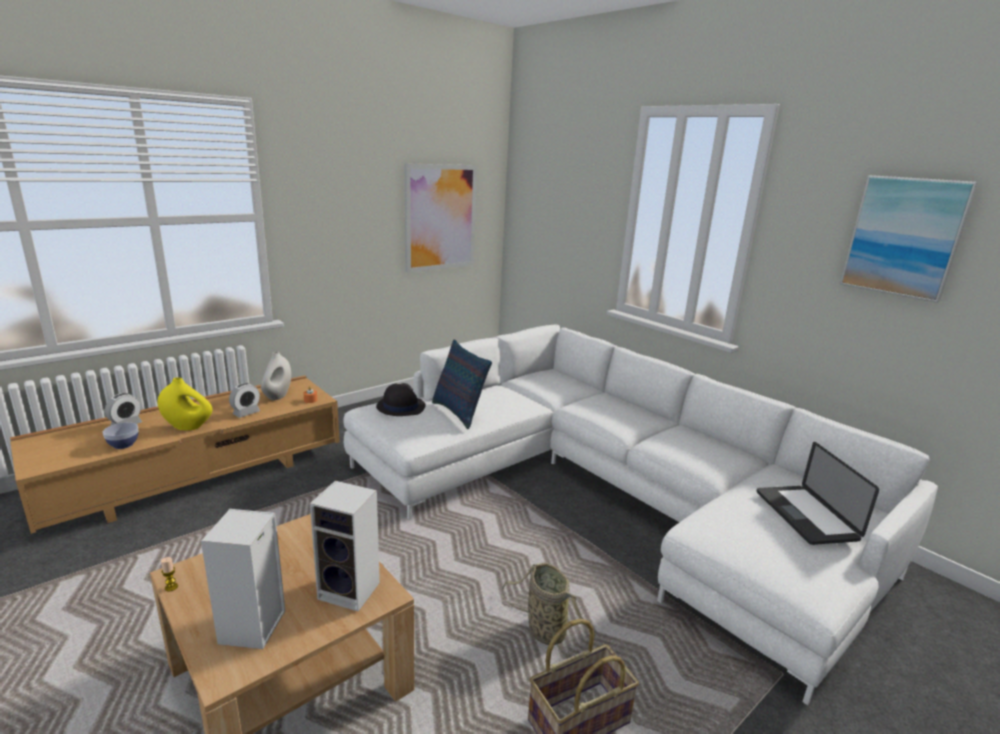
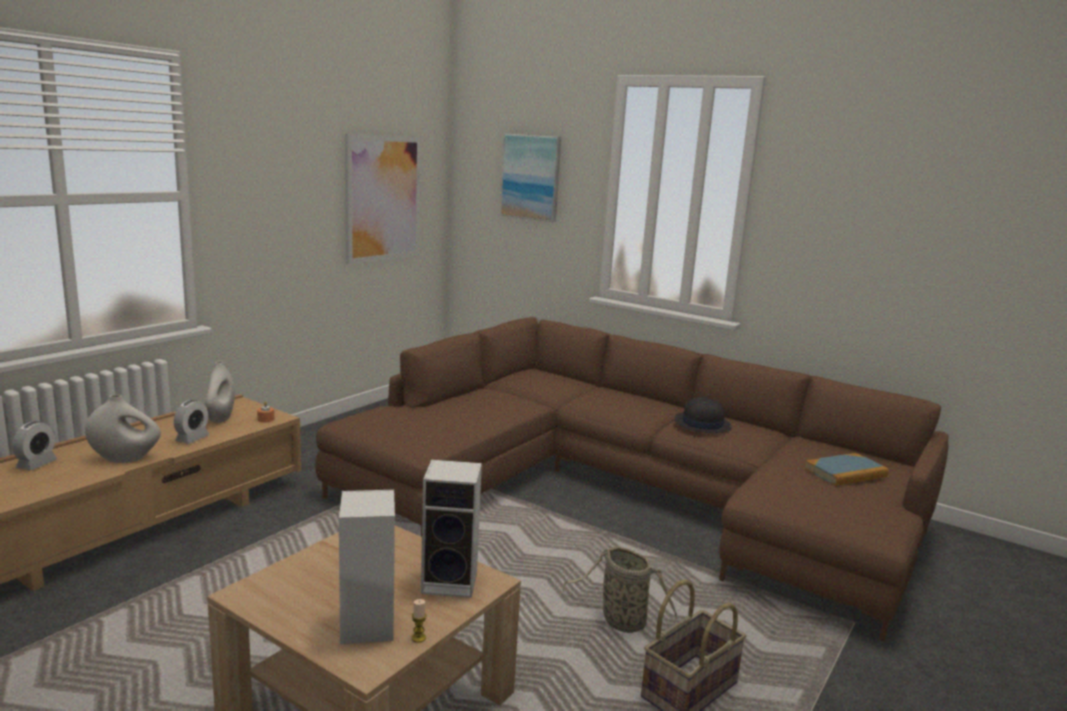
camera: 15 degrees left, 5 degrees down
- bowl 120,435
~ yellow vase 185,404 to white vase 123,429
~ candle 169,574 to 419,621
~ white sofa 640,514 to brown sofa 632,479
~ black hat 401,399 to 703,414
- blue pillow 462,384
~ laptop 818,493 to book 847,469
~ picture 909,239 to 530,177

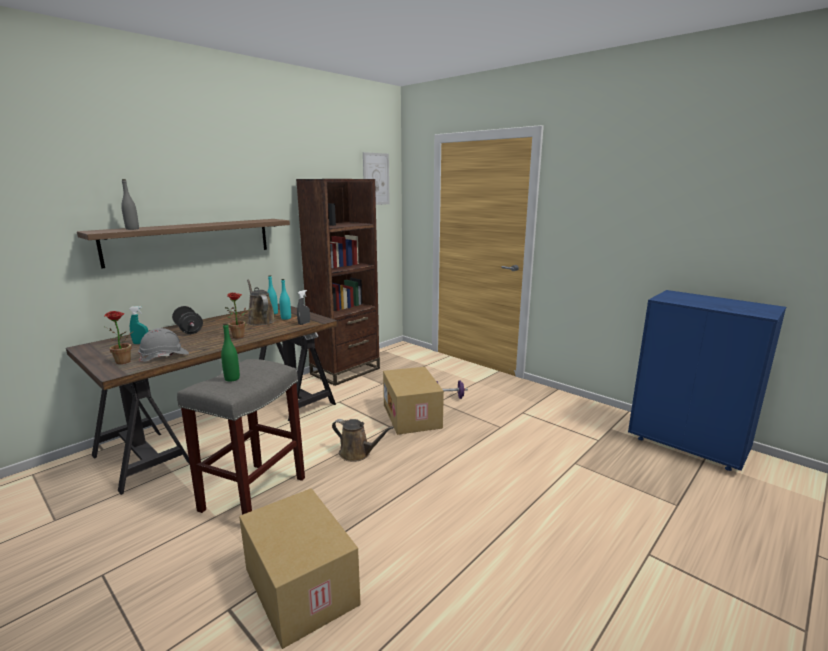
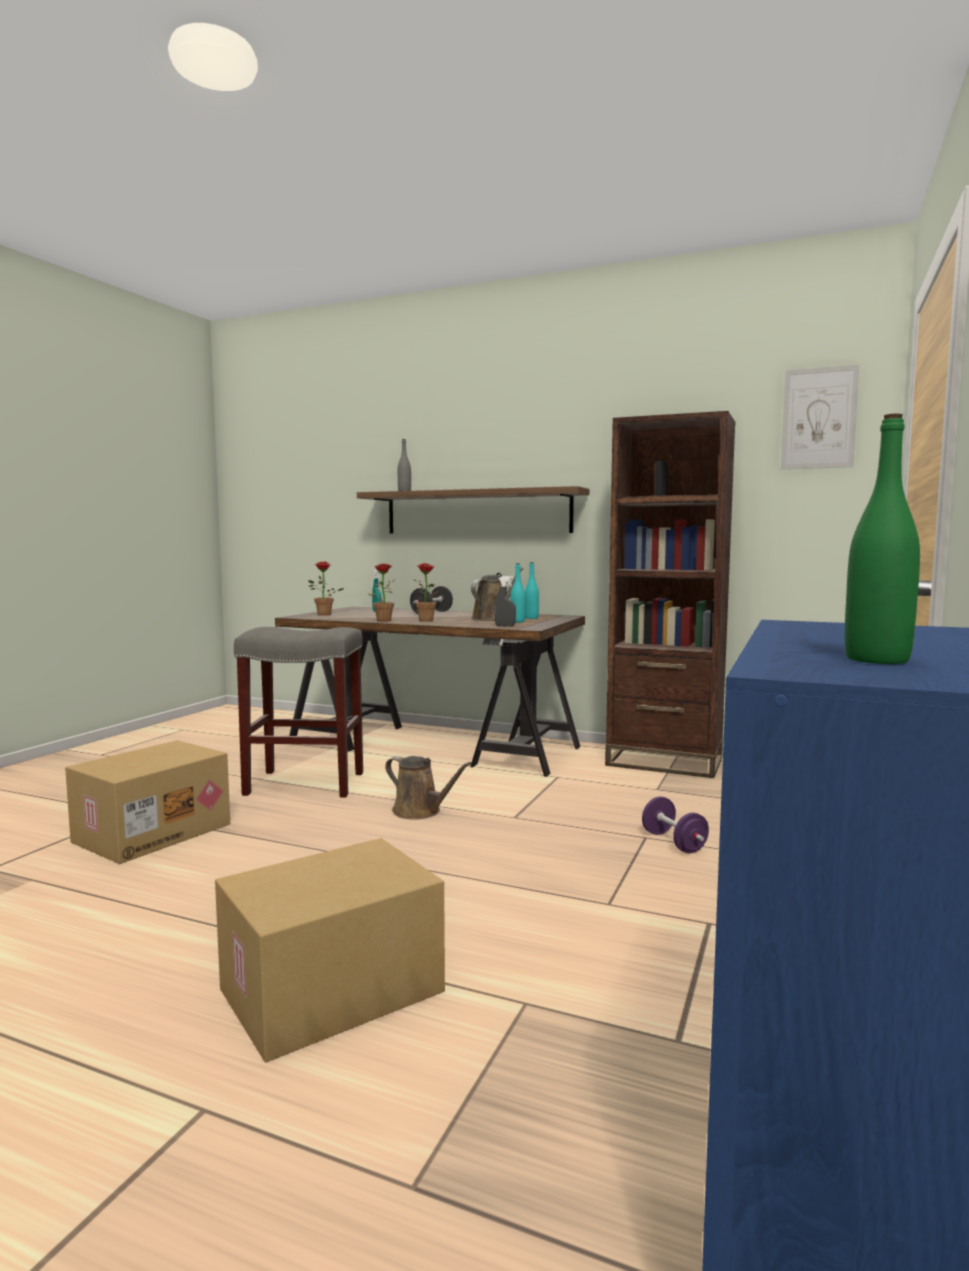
camera: 70 degrees right, 10 degrees down
- grey hard hat 163,345
~ green bottle 230,352 to 882,538
~ brown watering can 363,440 = 428,788 60 degrees counterclockwise
~ cardboard box 413,401 to 330,950
+ potted plant 381,592

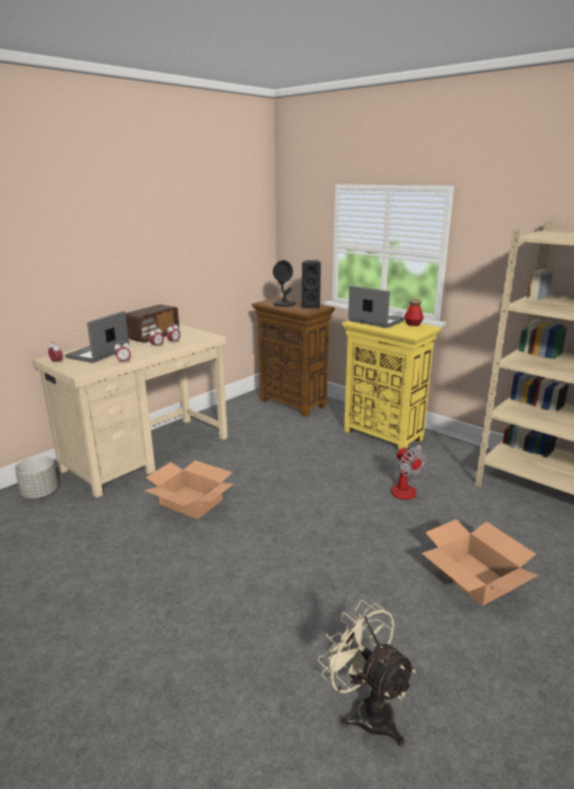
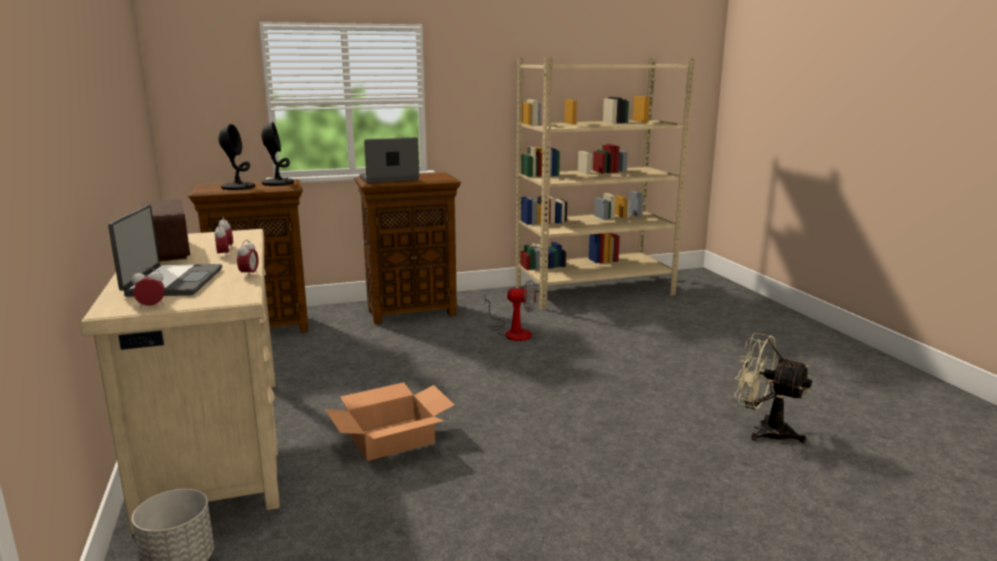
camera: 60 degrees left, 5 degrees down
~ laptop 97,337 = 165,251 150 degrees counterclockwise
~ black speaker 311,284 to black table lamp 277,154
~ beige fan 367,673 = 773,388 45 degrees clockwise
~ yellow cabinet 391,385 to brown cabinet 407,248
- bottle 414,312
- cardboard box 480,562

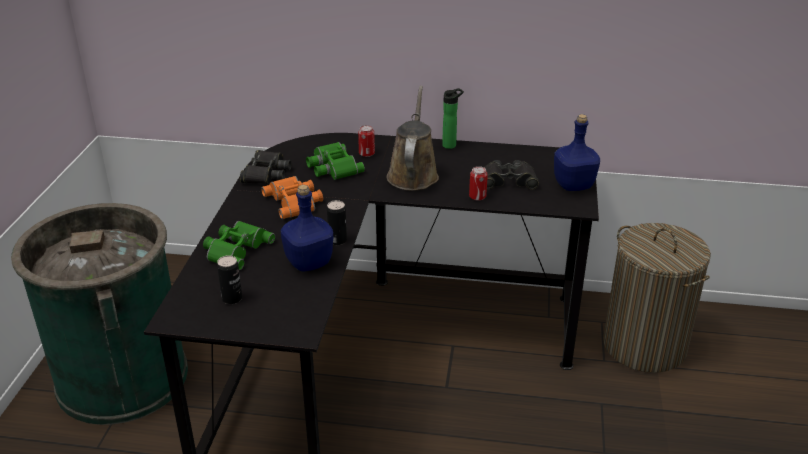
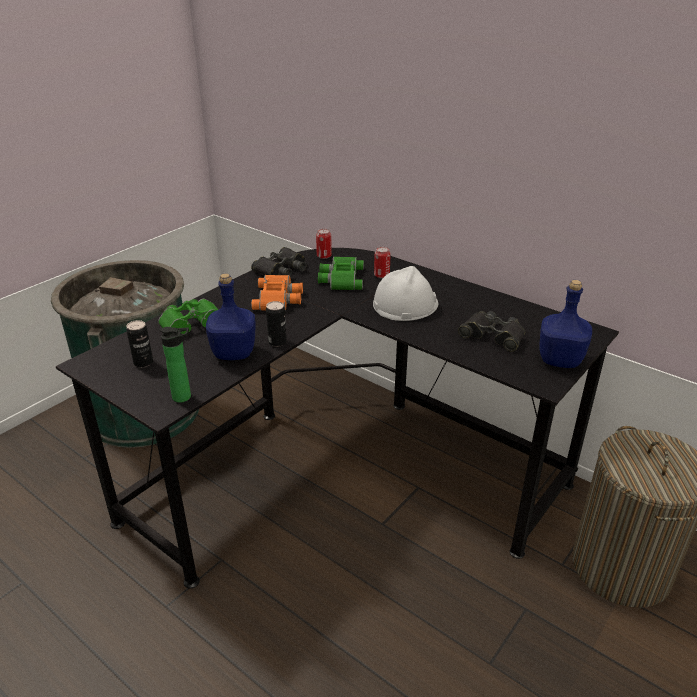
camera: 30 degrees right, 0 degrees up
~ brown watering can 413,138 to white hard hat 405,293
~ bottle 453,118 to 175,365
~ can 478,183 to 324,244

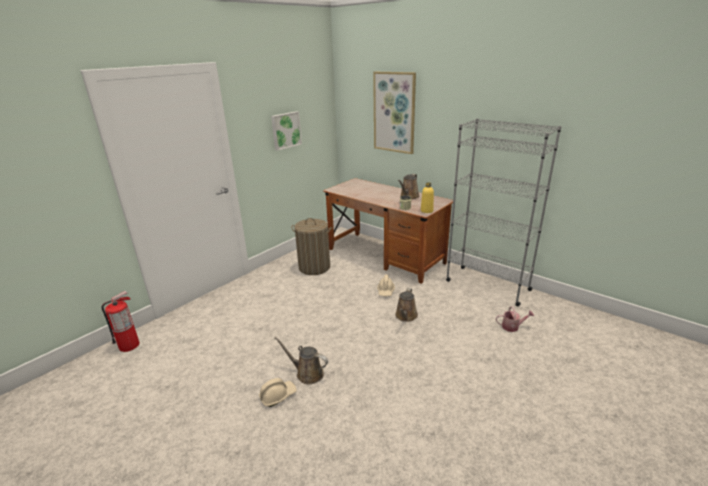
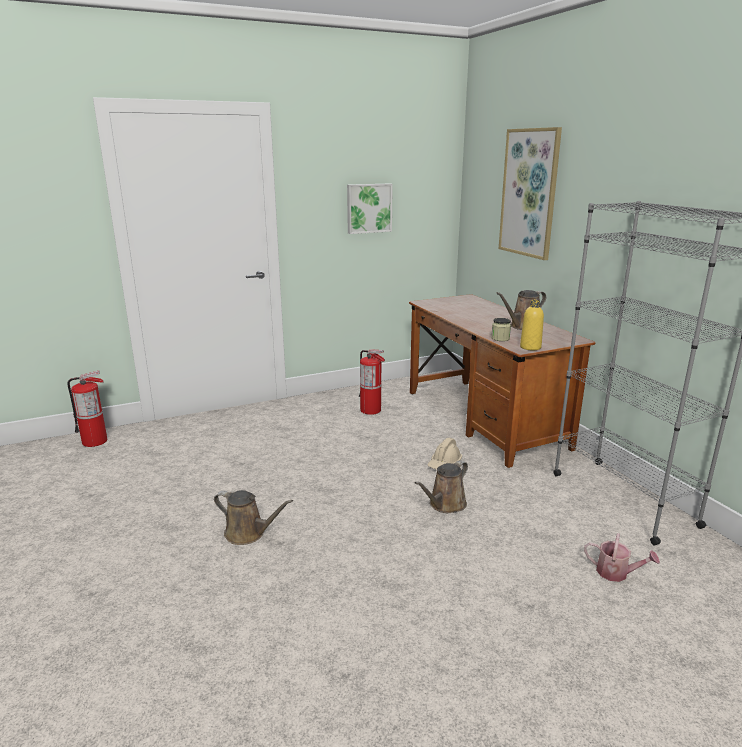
camera: 25 degrees right, 5 degrees down
- beige hard hat 278,392
~ brown watering can 301,360 = 253,517 150 degrees clockwise
~ laundry basket 311,246 to fire extinguisher 372,382

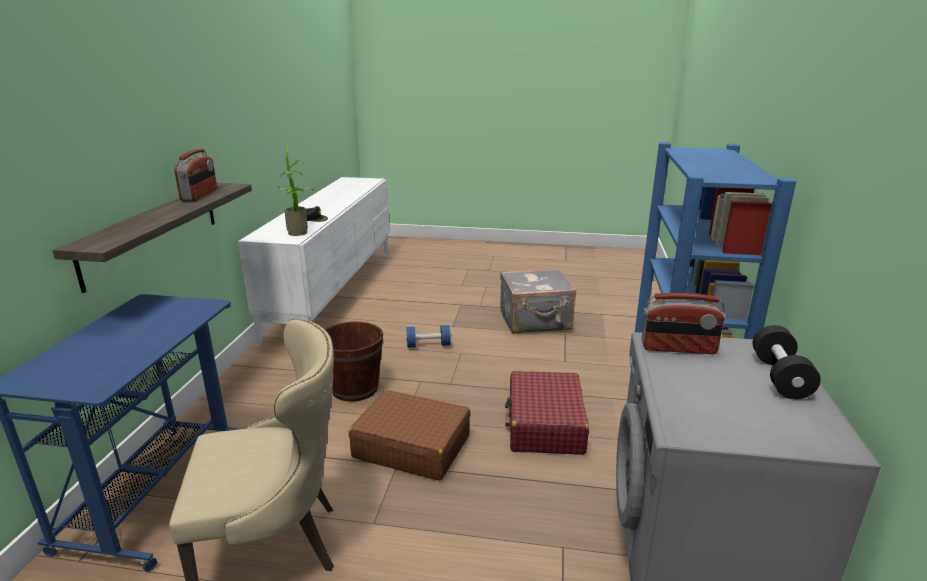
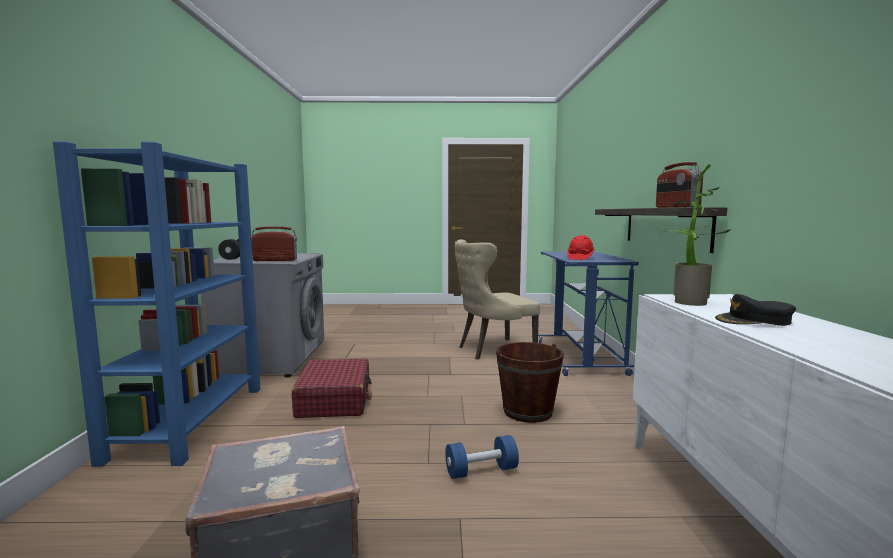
camera: 170 degrees right, 15 degrees down
- brown suitcase 409,435
+ red hard hat 581,247

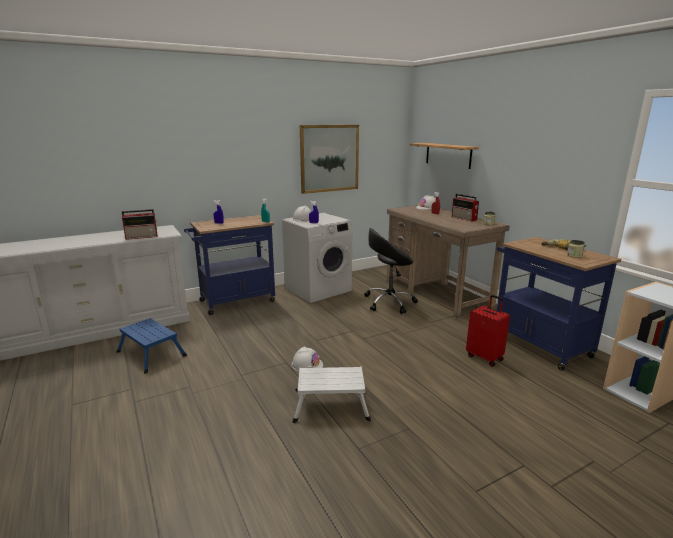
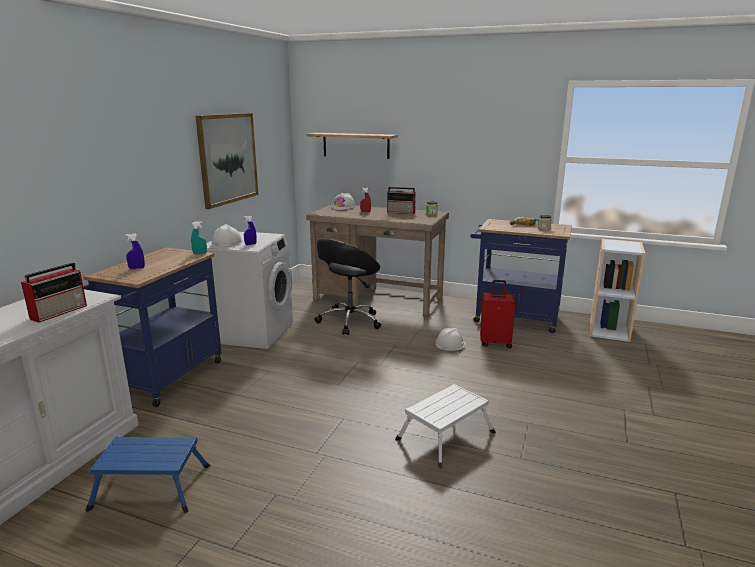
camera: 40 degrees left, 0 degrees up
~ white hard hat 307,359 to 451,339

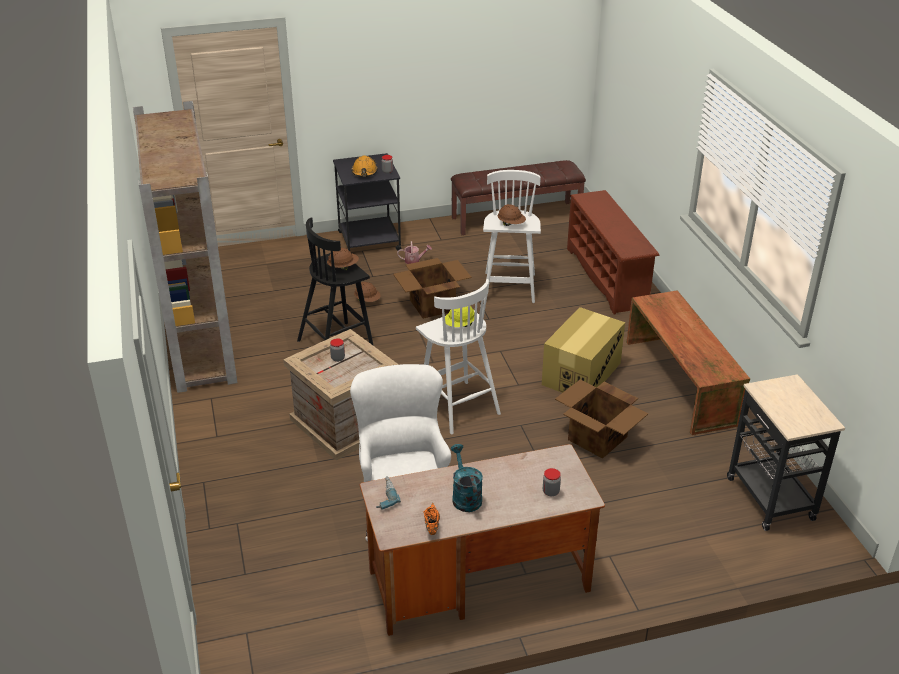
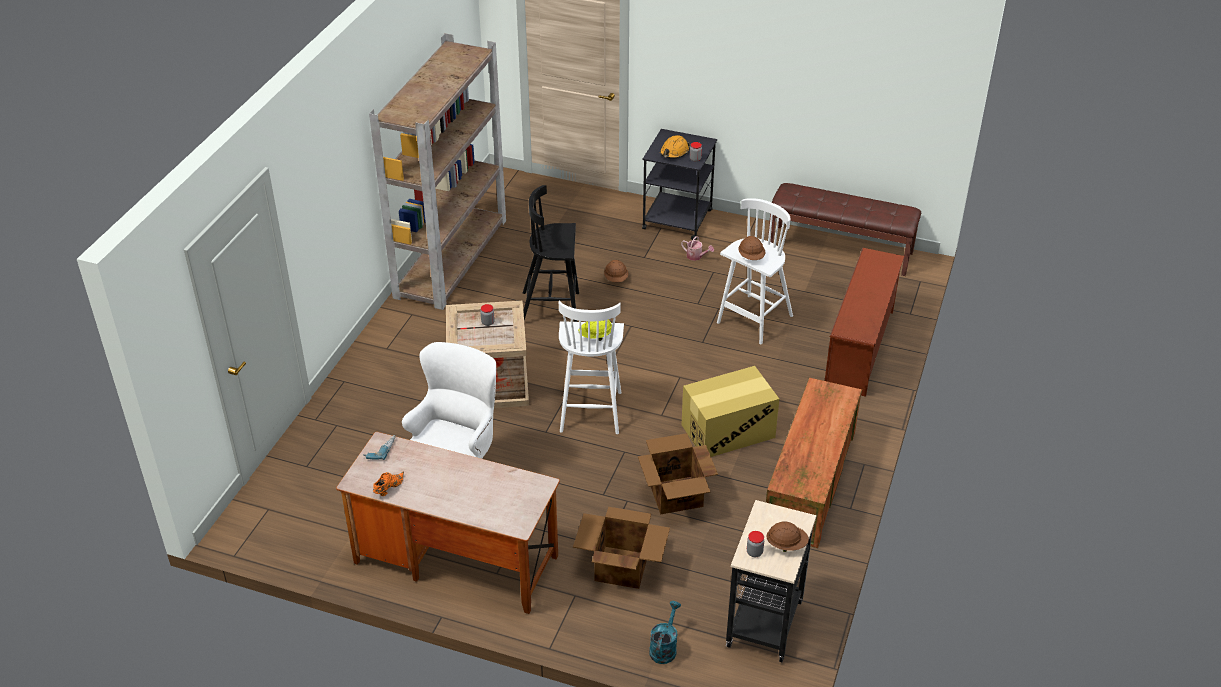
camera: 35 degrees right, 5 degrees up
~ brown hard hat 343,259 to 787,536
~ cardboard box 432,288 to 621,548
~ turquoise watering can 467,478 to 665,632
~ jar 552,482 to 755,544

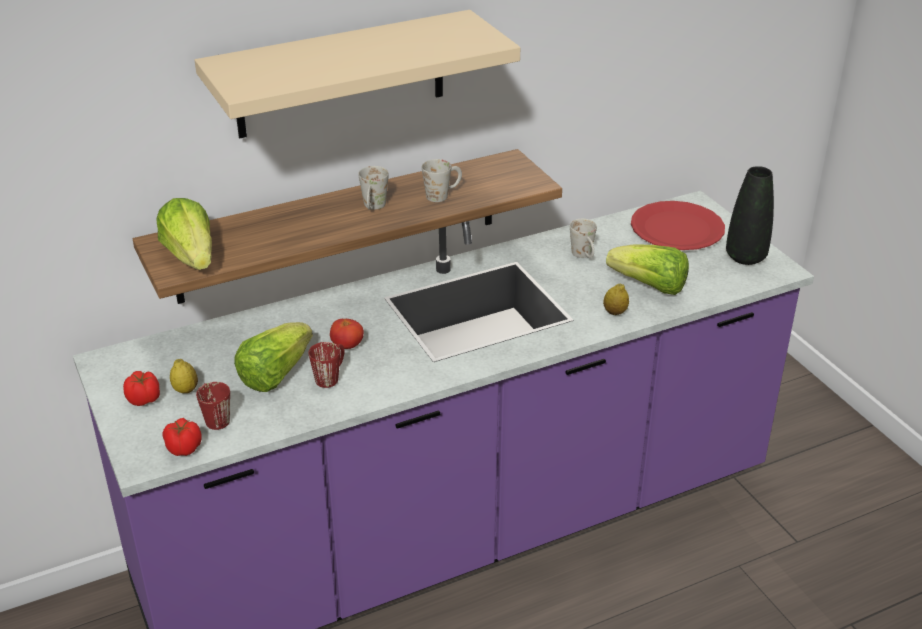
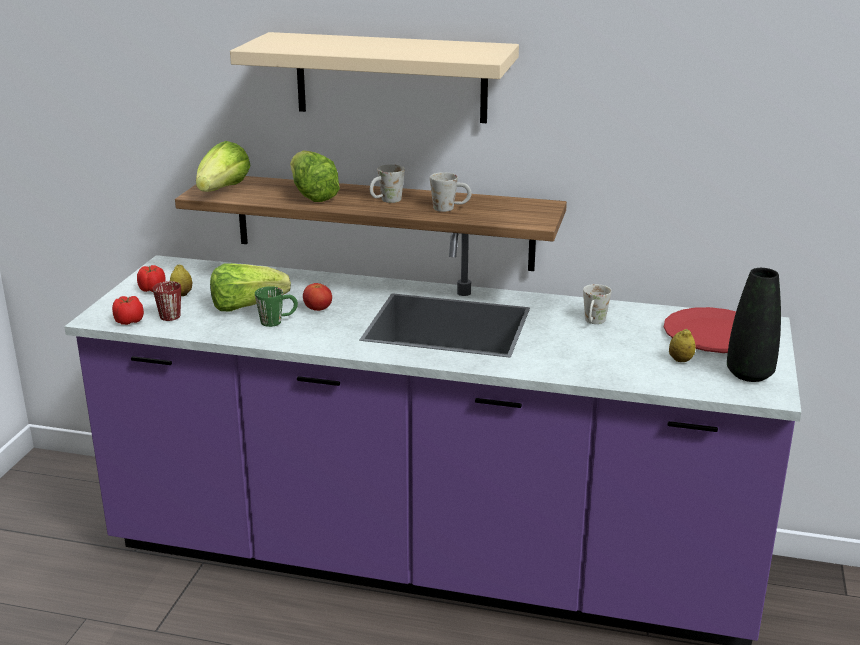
camera: 40 degrees right, 10 degrees down
~ red mug 327,365 to green mug 276,306
~ lemon 616,299 to 682,345
~ lettuce 647,270 to 315,176

